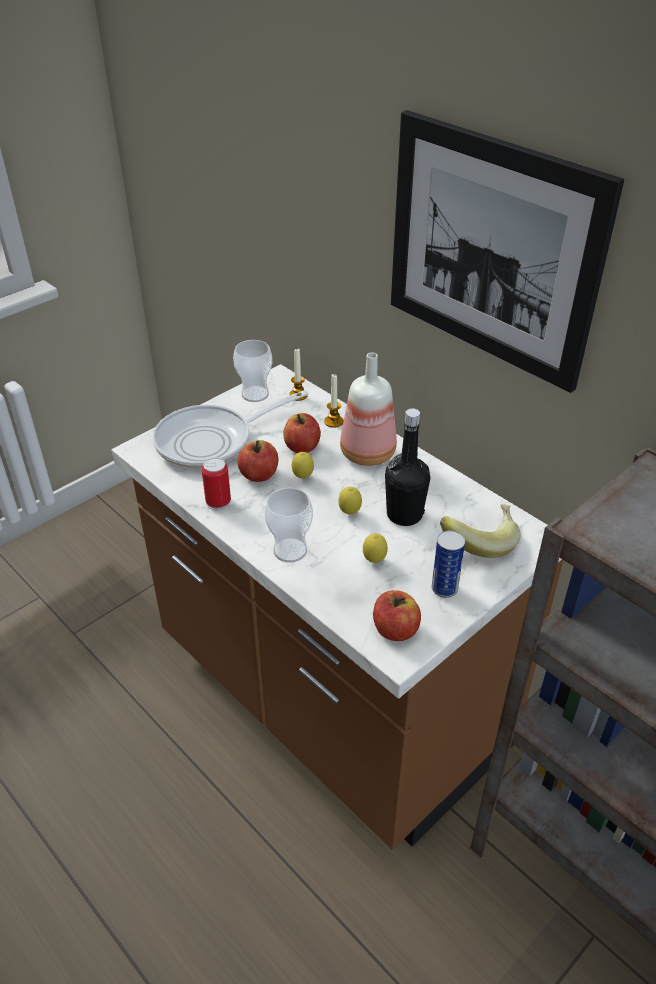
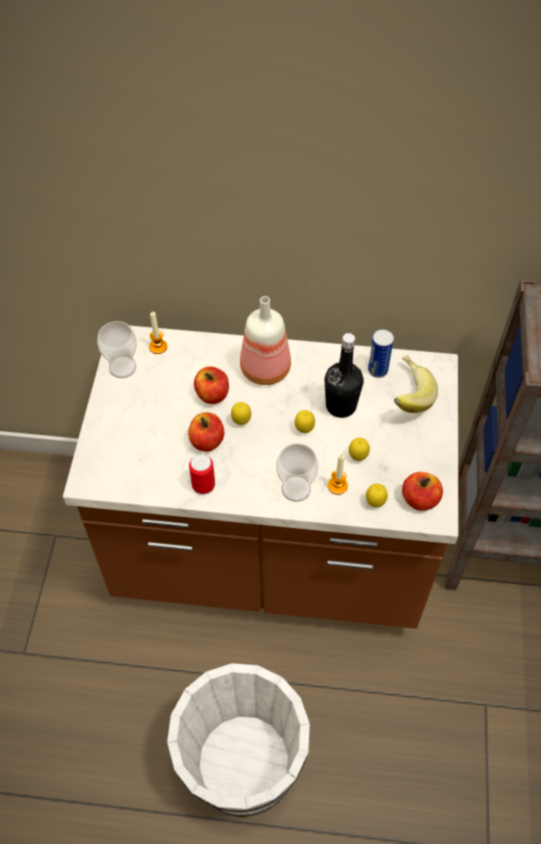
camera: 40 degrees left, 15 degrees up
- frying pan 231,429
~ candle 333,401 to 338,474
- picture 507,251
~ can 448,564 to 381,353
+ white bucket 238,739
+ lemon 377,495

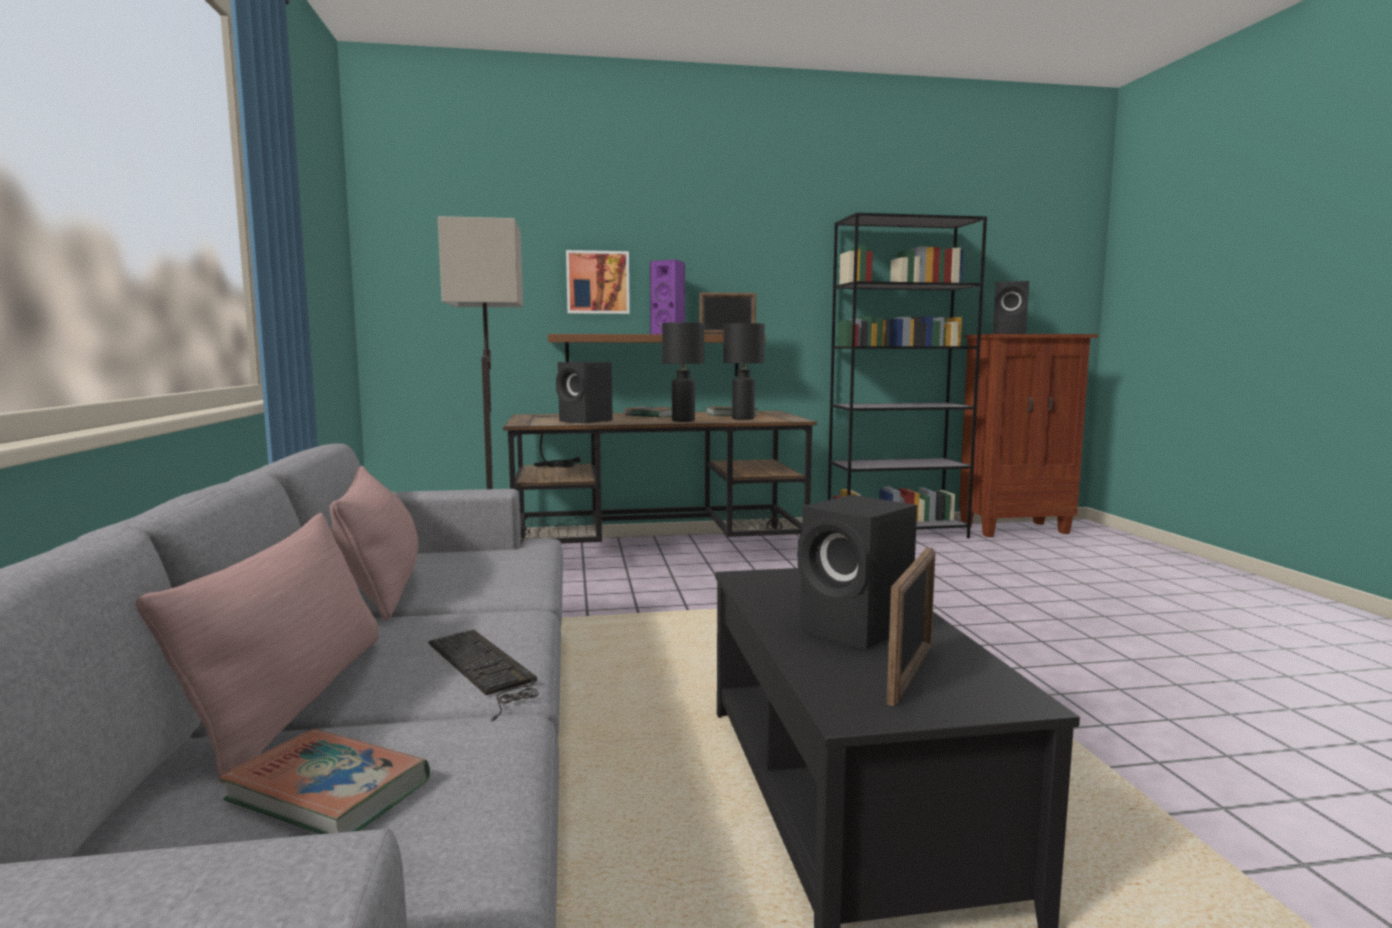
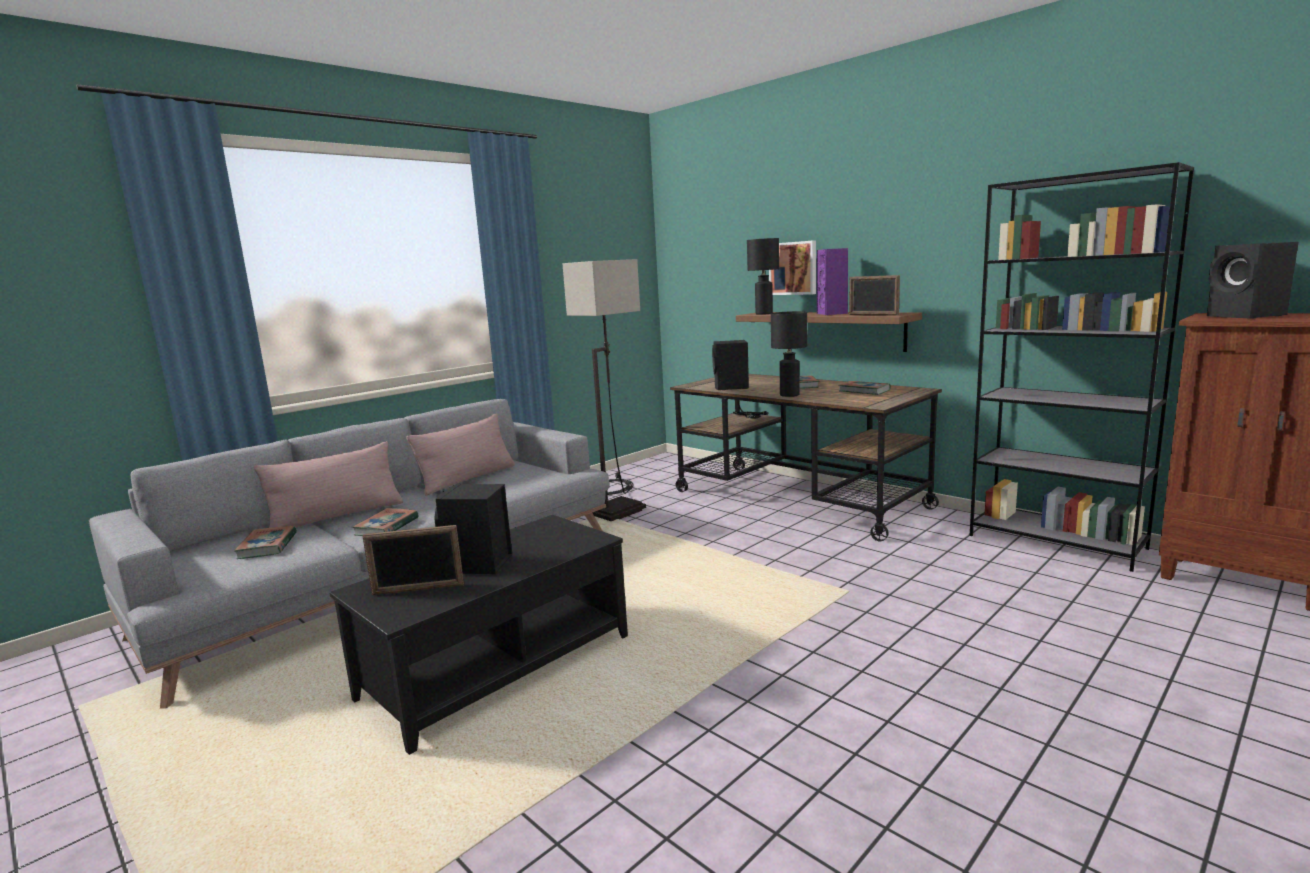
camera: 55 degrees right, 5 degrees up
~ keyboard 483,675 to book 385,522
~ black table lamp 744,371 to 763,276

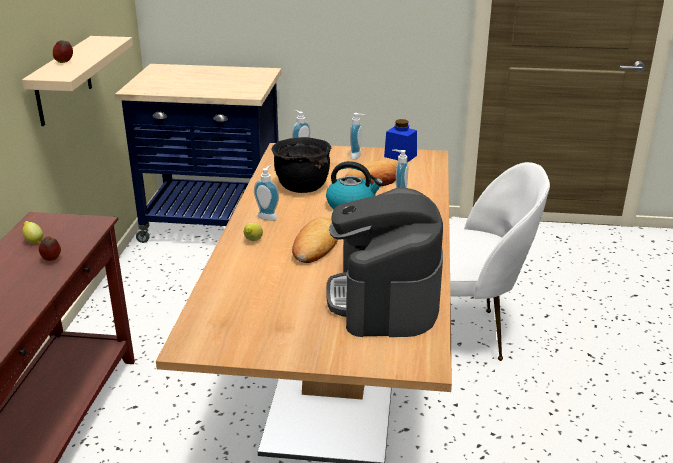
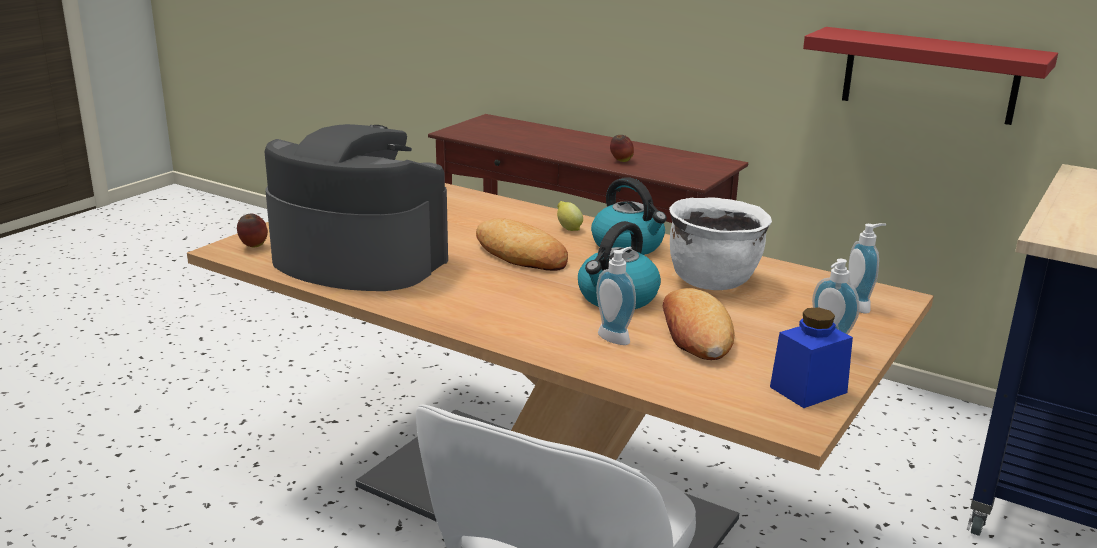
camera: 115 degrees right, 5 degrees down
~ beige shelf 77,81 to red shelf 930,76
- lemon 32,232
~ apple 63,51 to 252,230
~ soap dispenser 266,193 to kettle 629,216
~ black cooking pot 301,165 to white cooking pot 720,243

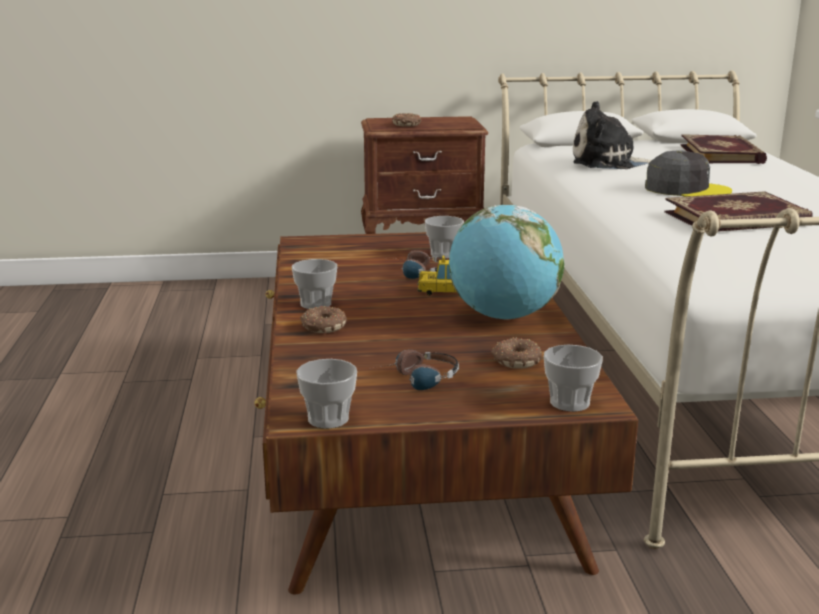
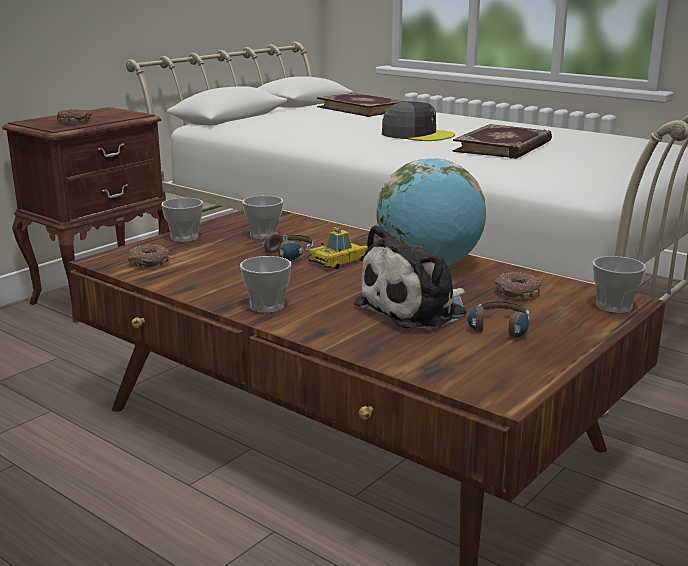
camera: 45 degrees left, 0 degrees up
~ cup 326,394 to 182,220
~ donut 323,319 to 148,256
~ plush toy 612,135 to 410,277
~ grey cap 688,173 = 418,121 45 degrees clockwise

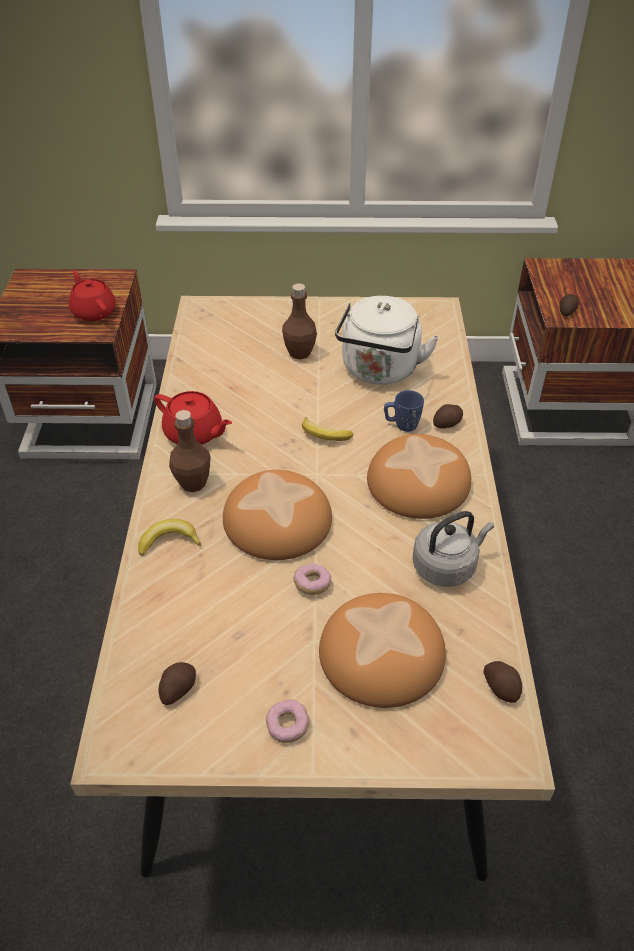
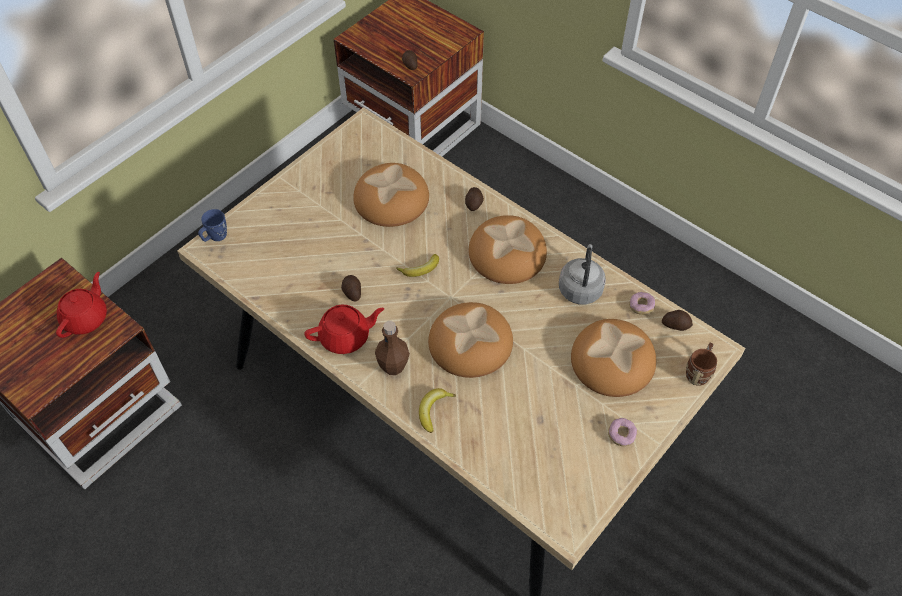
camera: 50 degrees left, 10 degrees up
~ red teapot 92,295 = 81,305 105 degrees clockwise
~ potato 177,683 to 351,288
- brown bottle 299,321
~ donut 312,579 to 642,303
~ white kettle 387,340 to bread 391,195
~ blue mug 404,411 to 212,225
+ brown mug 701,364

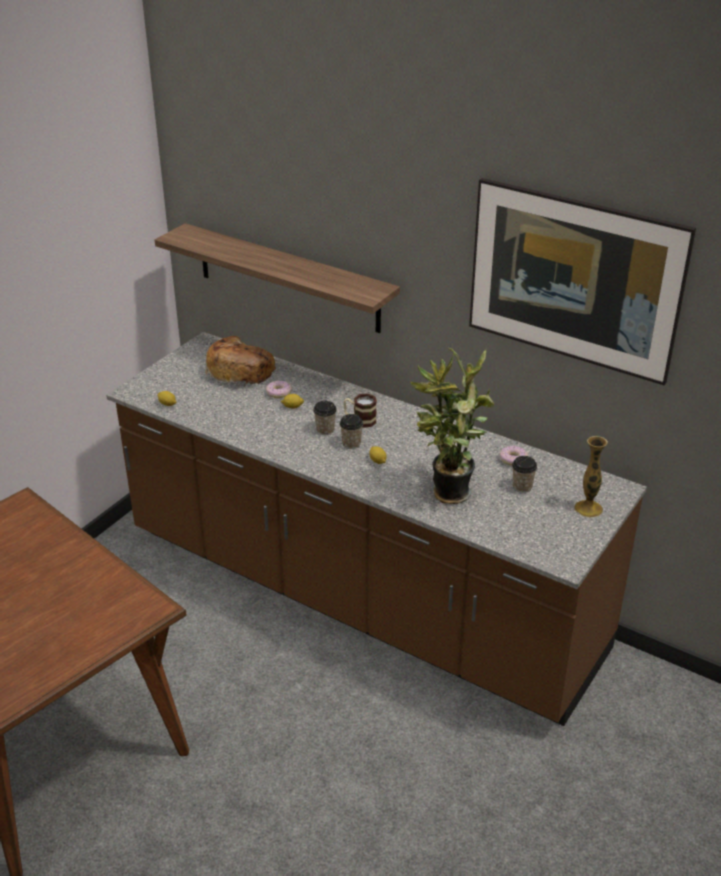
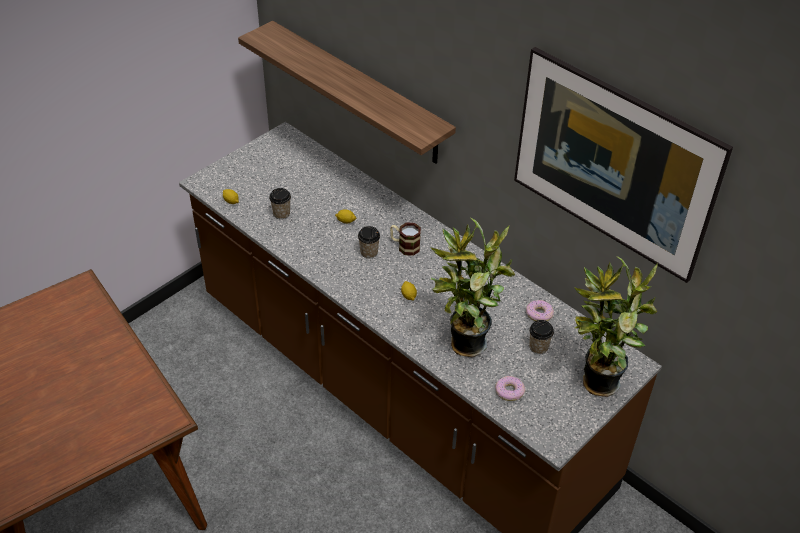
camera: 10 degrees right, 10 degrees up
- bread 240,361
~ donut 279,389 to 510,388
~ cup 351,431 to 280,203
~ vase 591,477 to potted plant 616,326

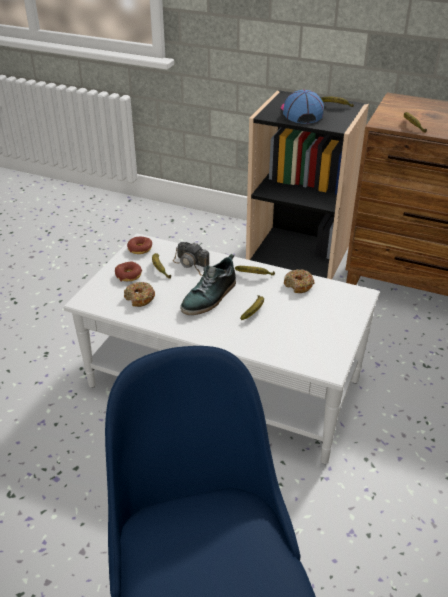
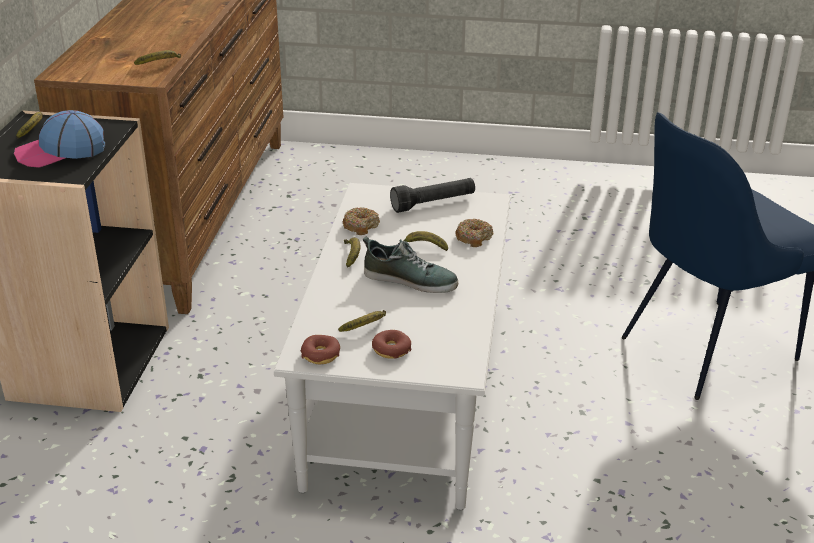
camera: 105 degrees left, 5 degrees down
~ donut 139,294 to 474,232
- photo camera 191,259
+ black flashlight 432,195

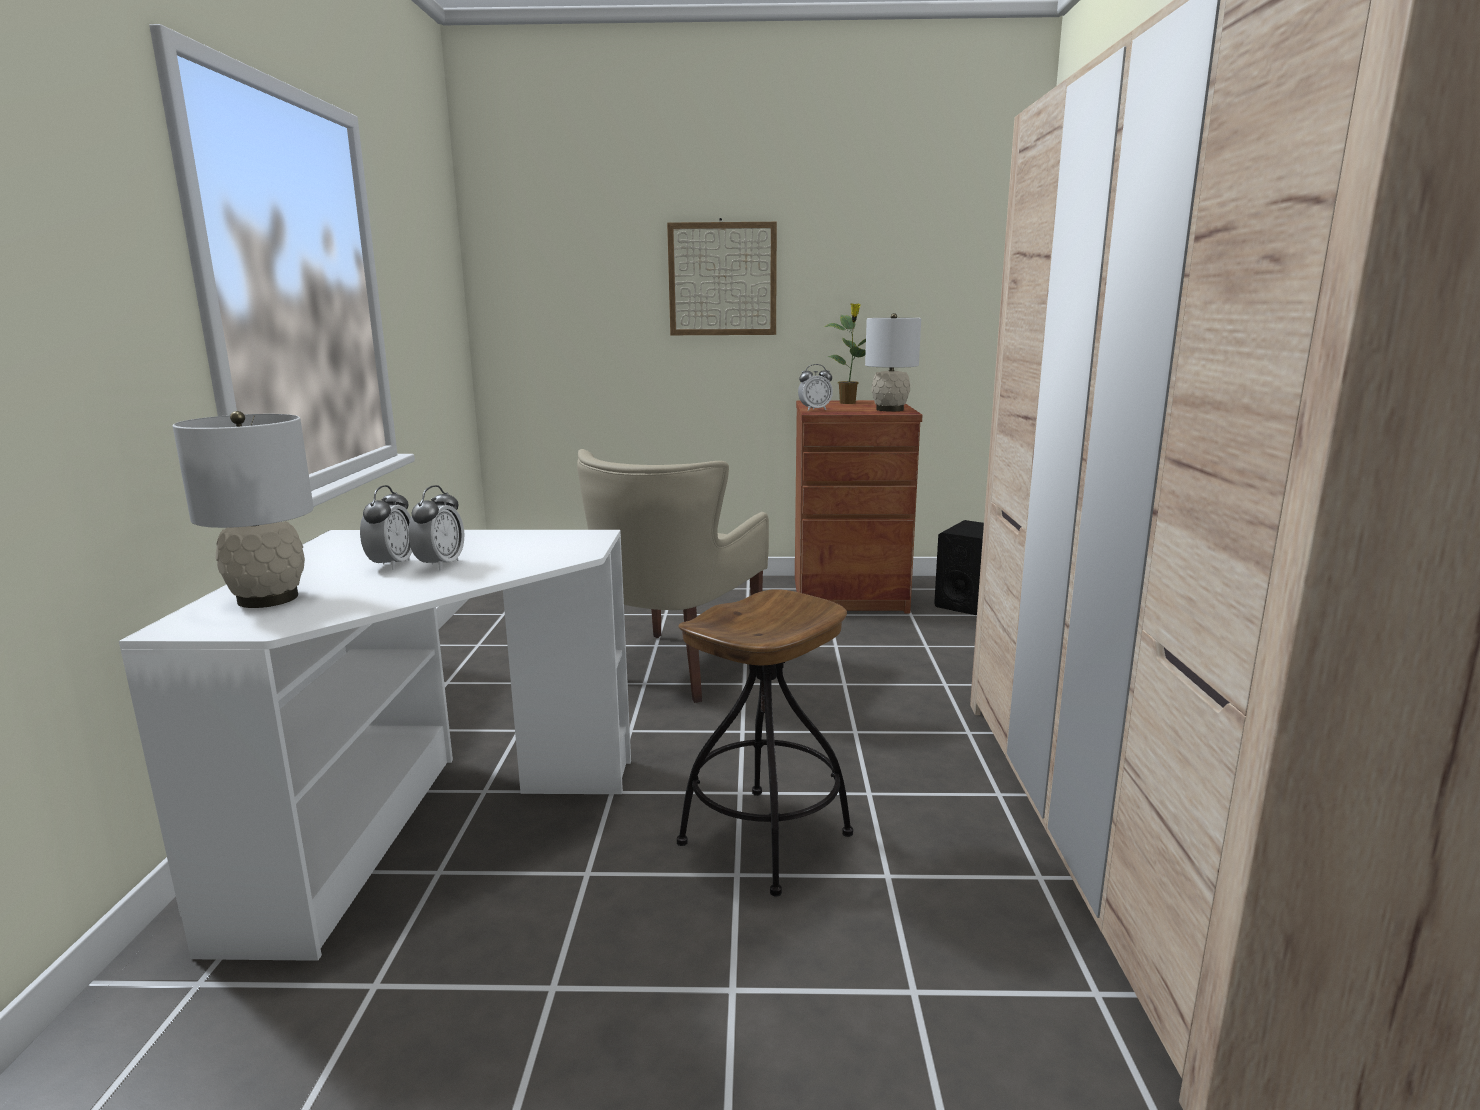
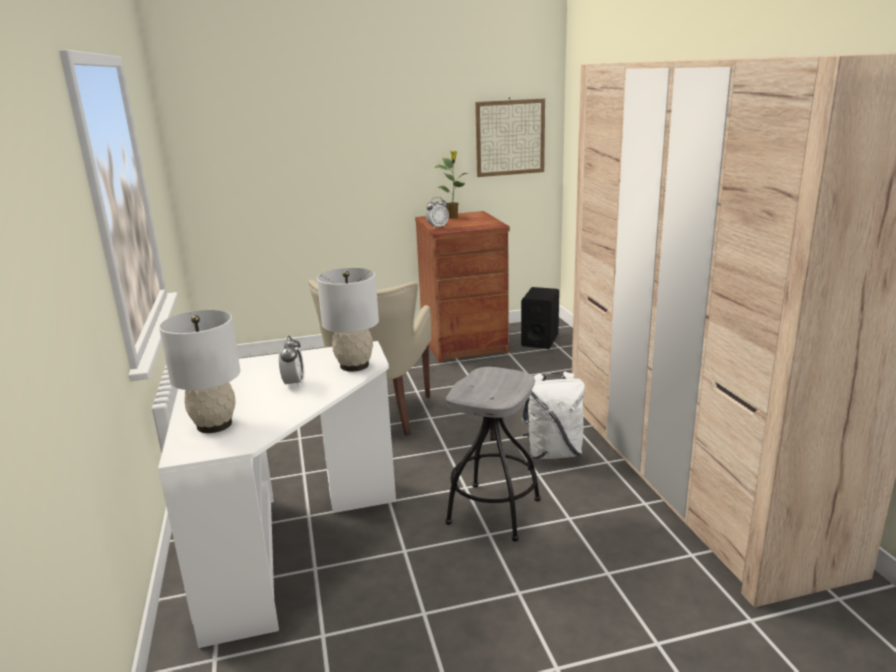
camera: 15 degrees left, 5 degrees up
- alarm clock 386,527
~ picture 722,276 to 510,137
~ brown stool 765,742 to grey stool 493,454
~ white table lamp 893,362 to 348,320
+ white backpack 553,415

